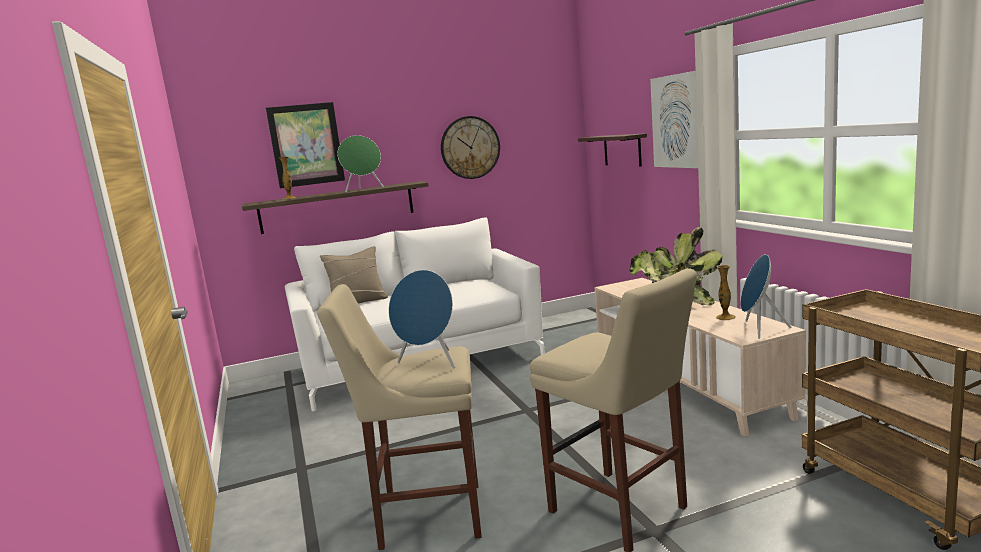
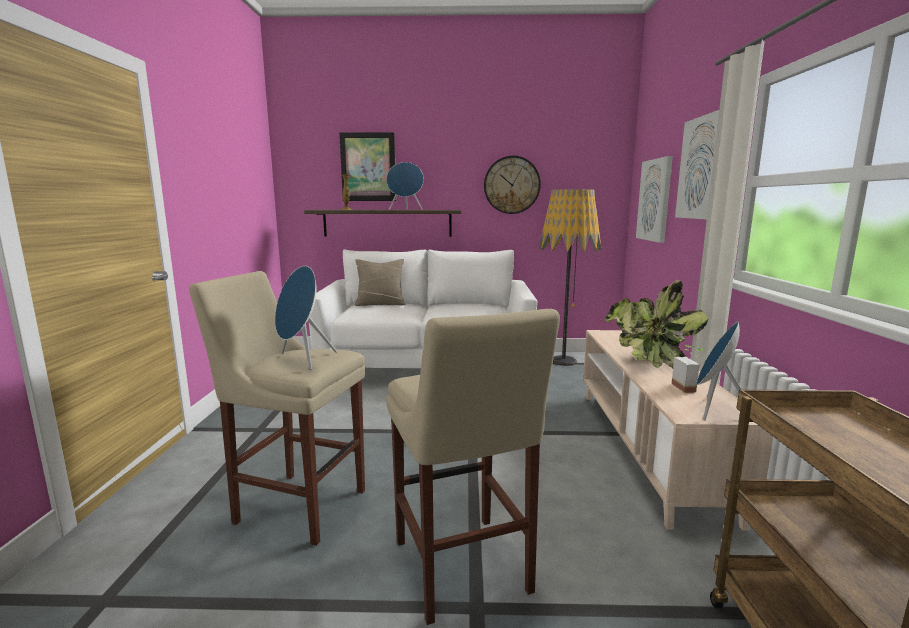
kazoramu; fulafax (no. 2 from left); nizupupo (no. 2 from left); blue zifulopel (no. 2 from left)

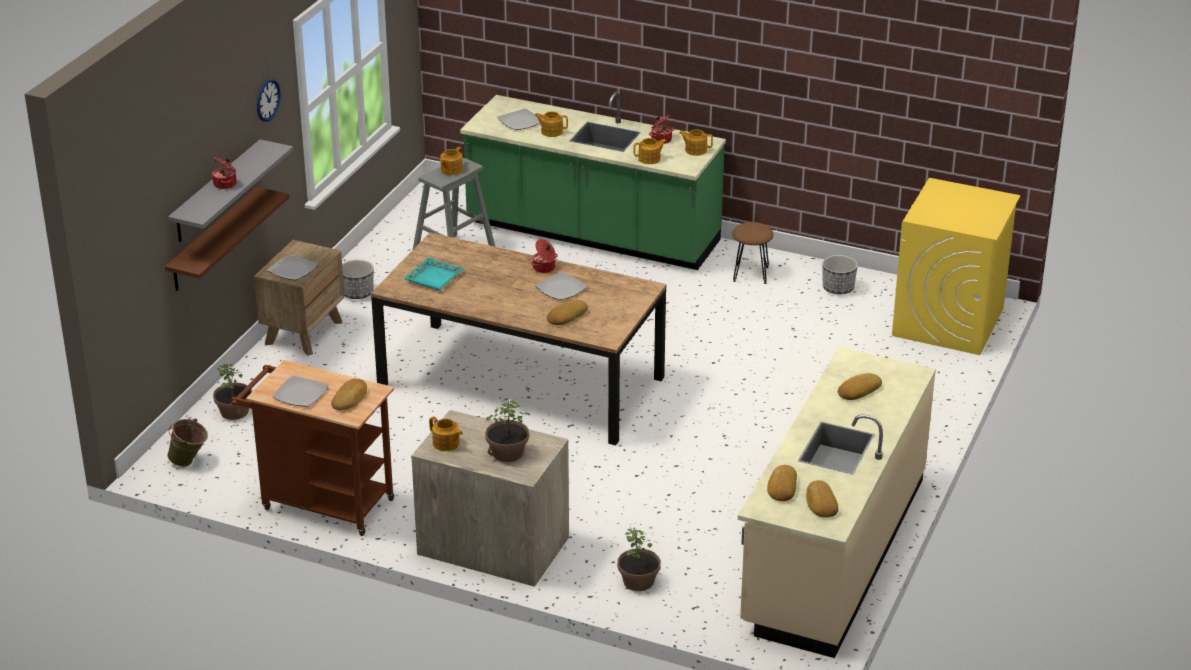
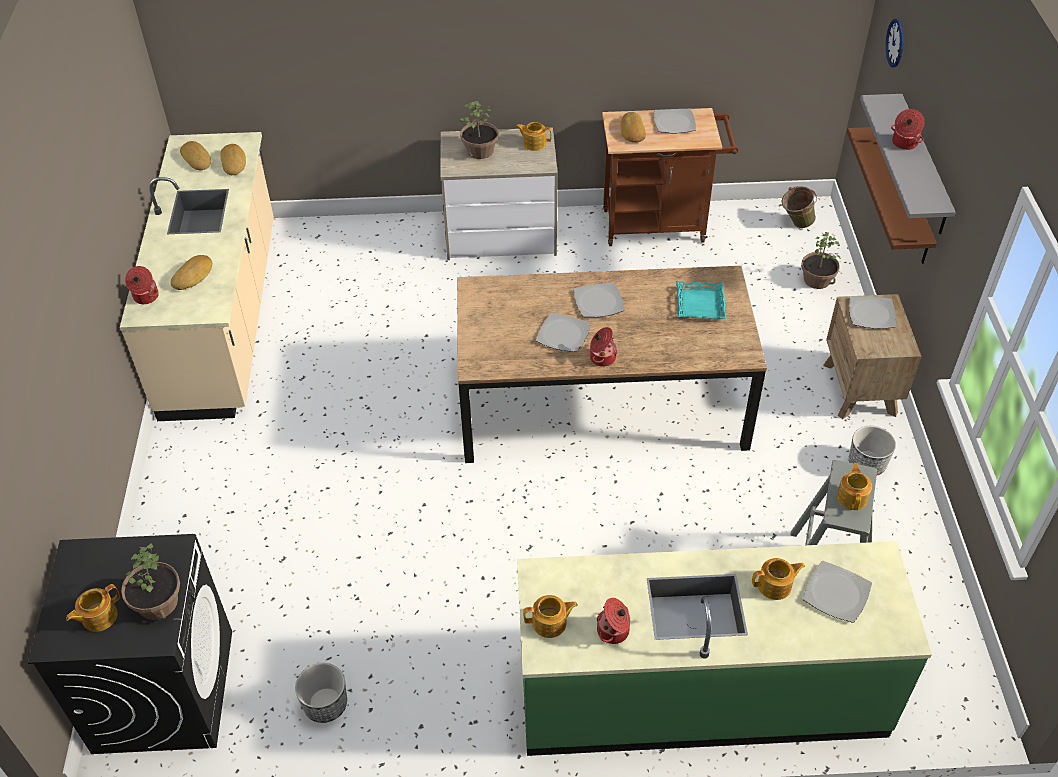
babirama (no. 2 from left in the first image); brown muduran; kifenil (no. 1 from left); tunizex (no. 2 from left); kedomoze; nizupupo (no. 1 from left); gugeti (no. 1 from left); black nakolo

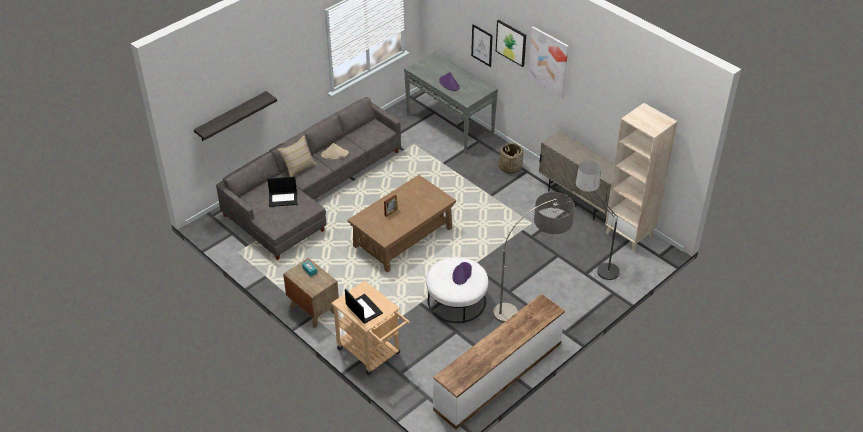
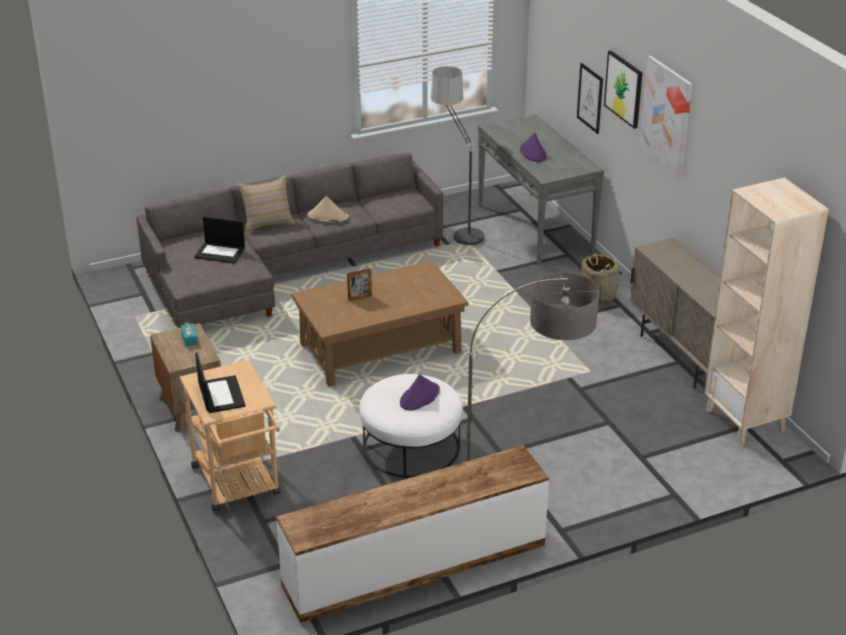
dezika; kazoramu (no. 1 from left)

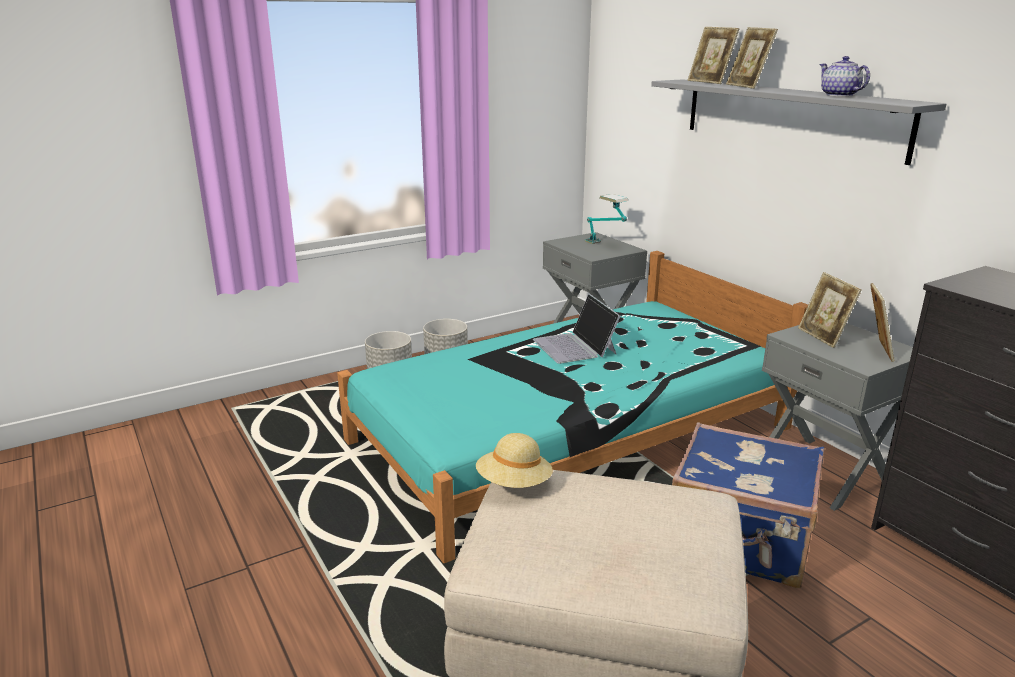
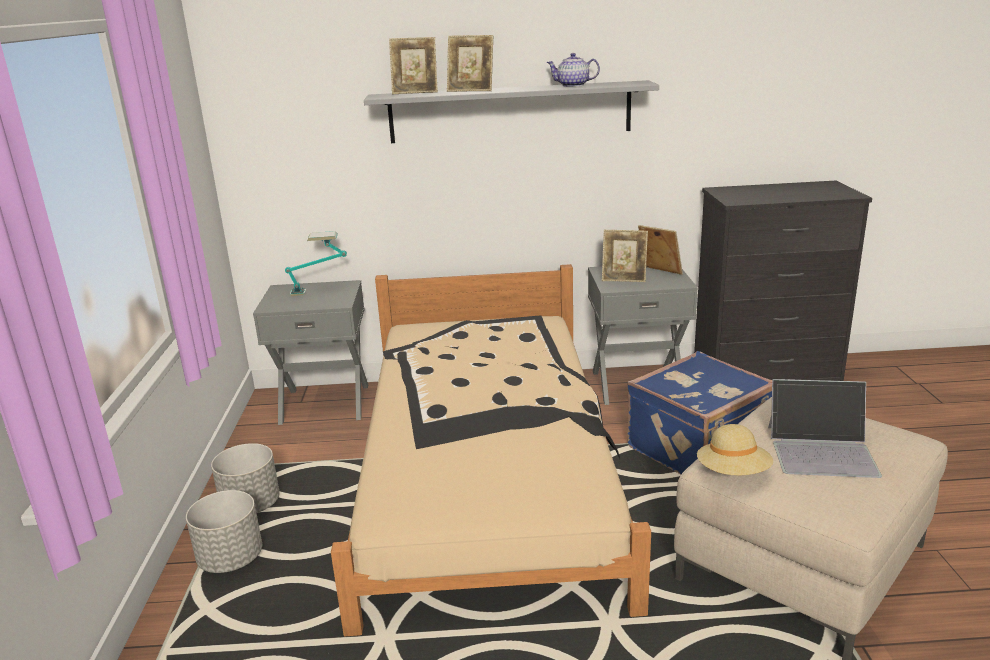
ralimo; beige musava

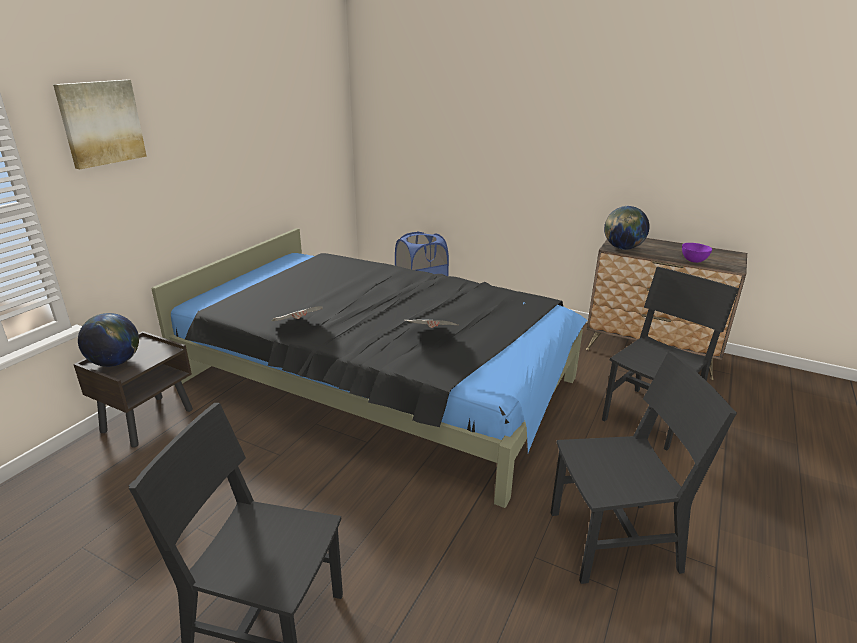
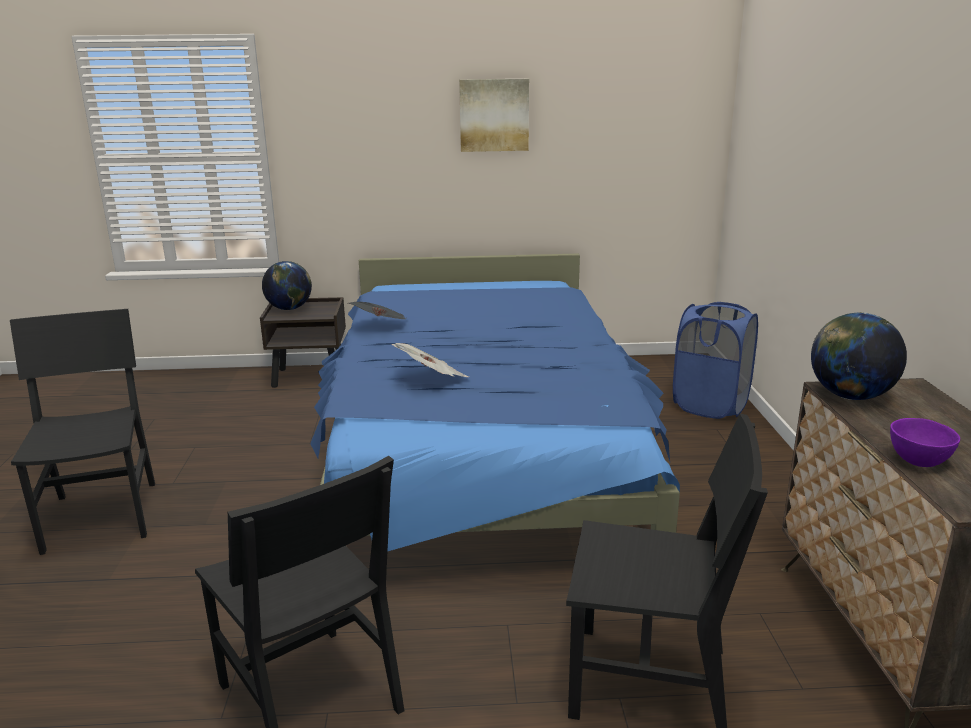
fulafax; blue musava

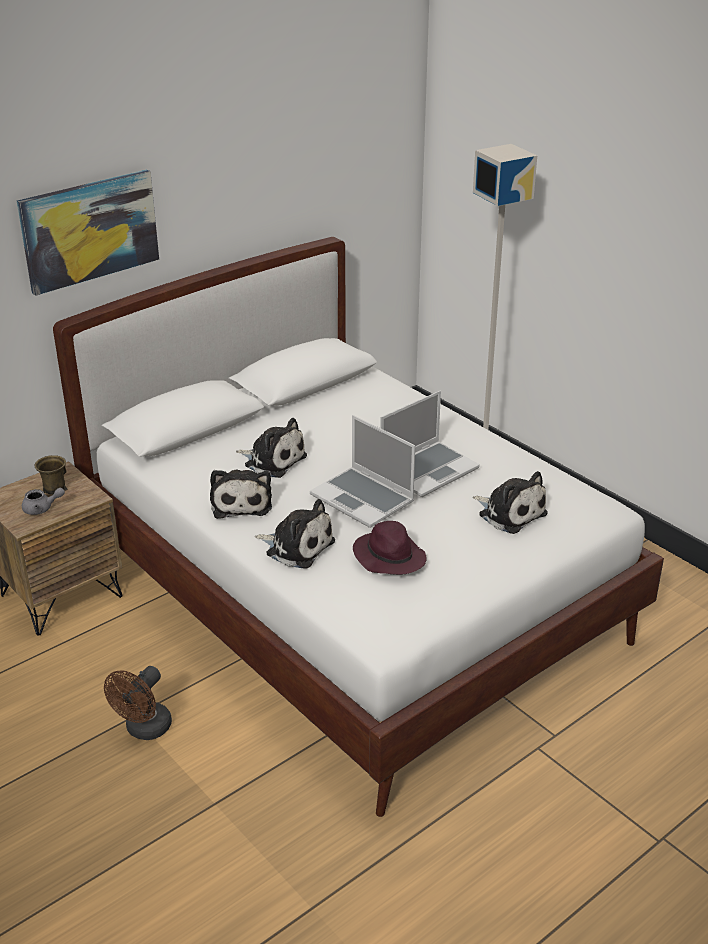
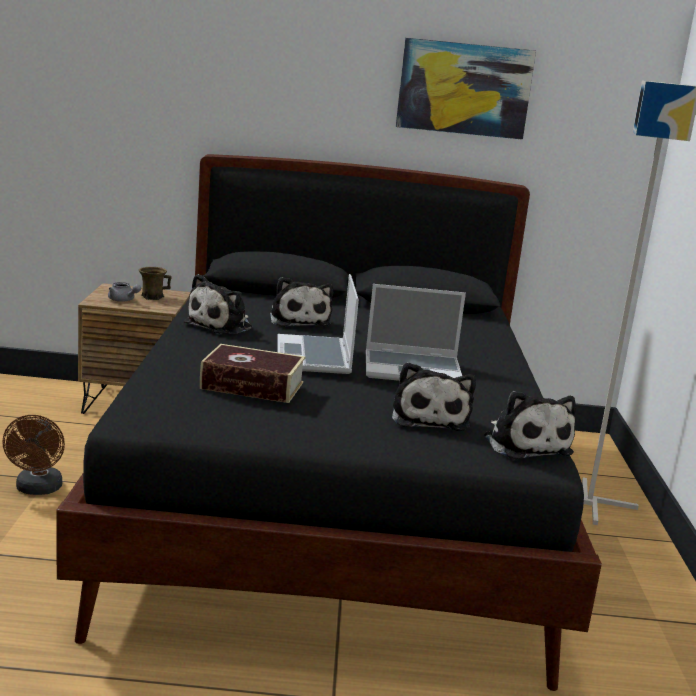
fulafax; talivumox (no. 4 from left); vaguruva; black musava; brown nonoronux

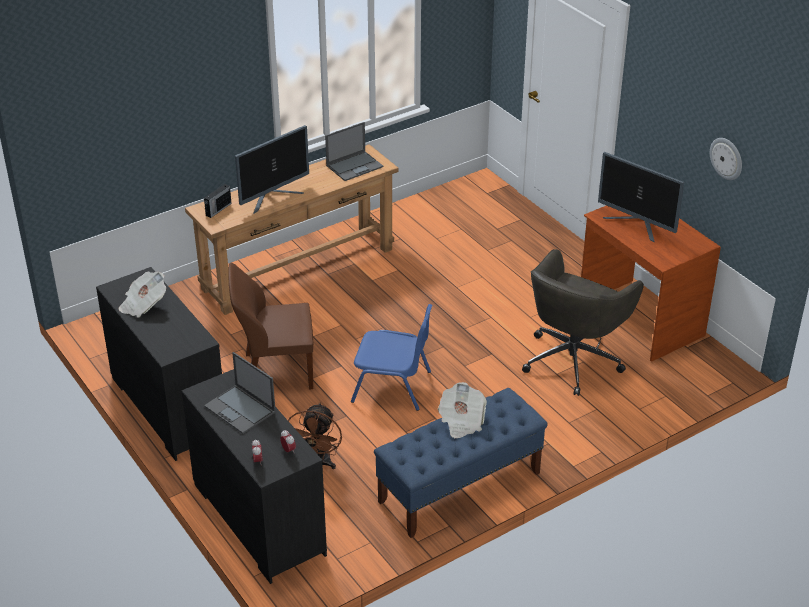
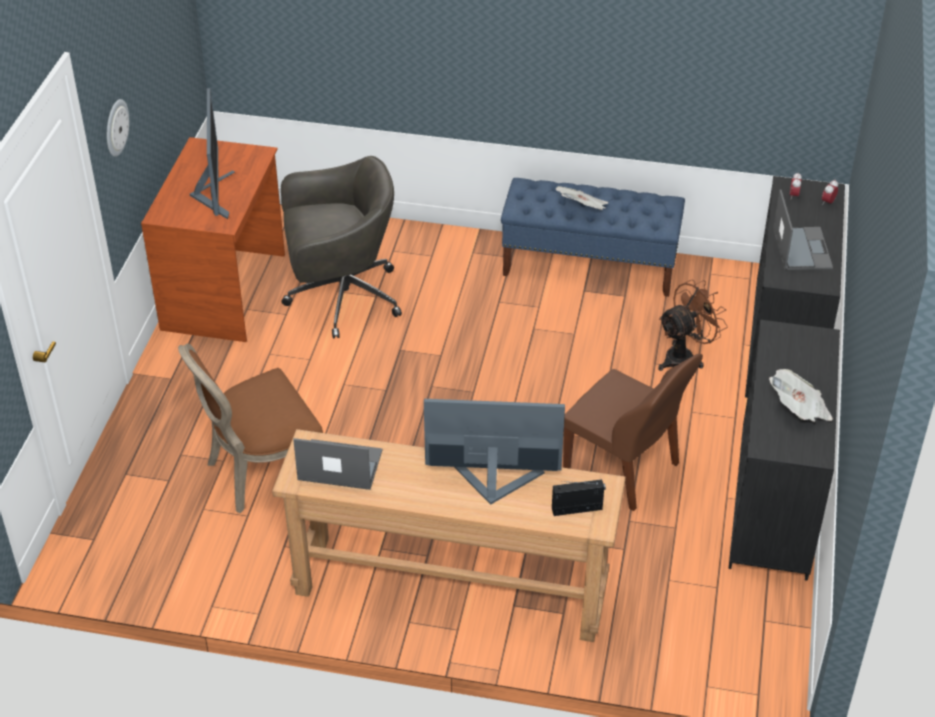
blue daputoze; brown daputoze (no. 1 from left); kedomoze

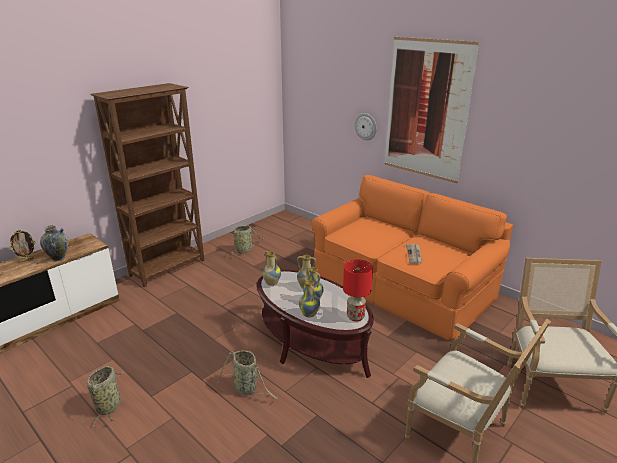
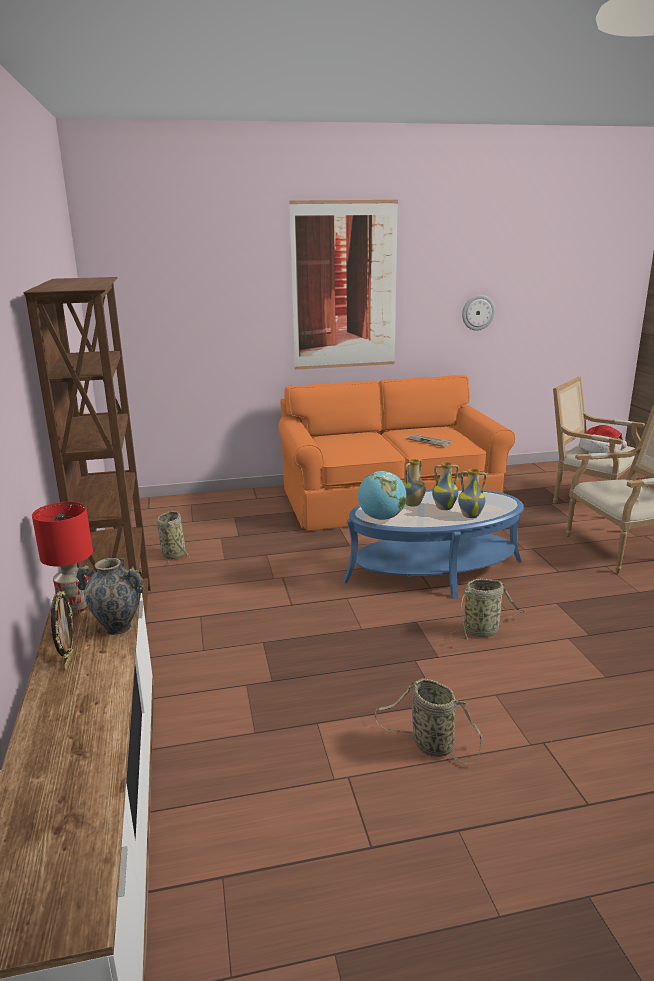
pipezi; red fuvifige; kedomoze; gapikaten; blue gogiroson

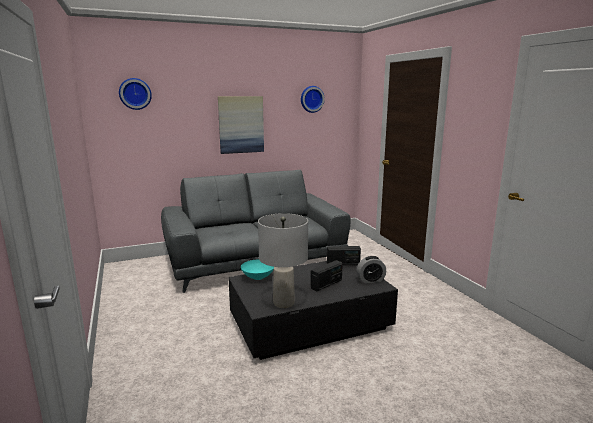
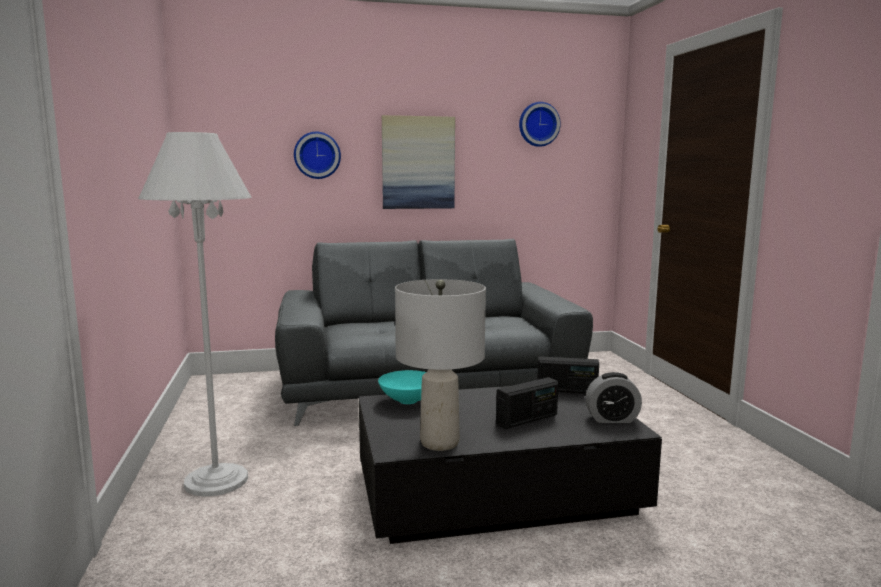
white kazoramu; kedomoze (no. 1 from left)

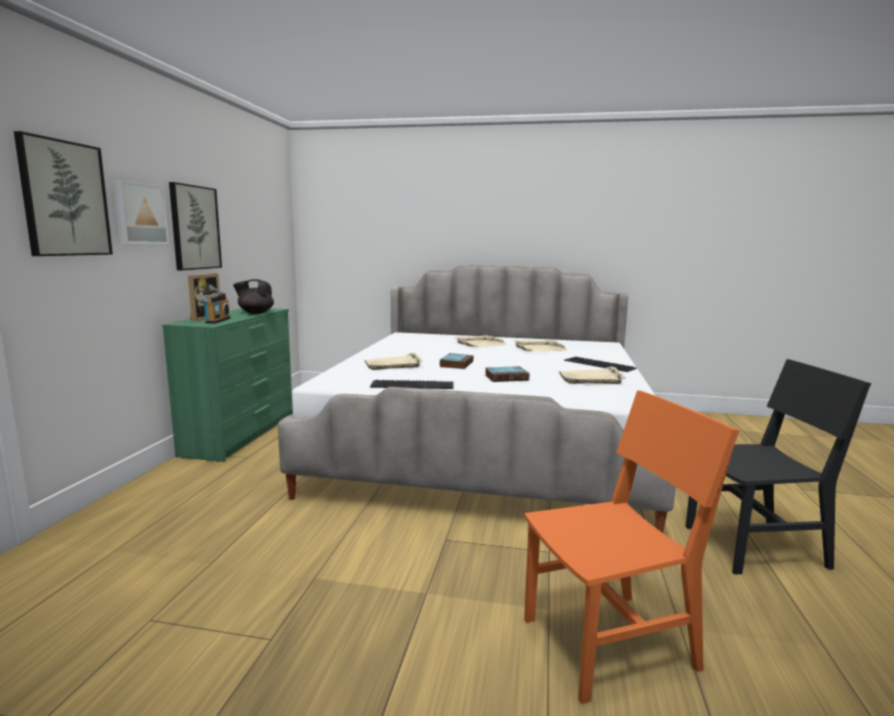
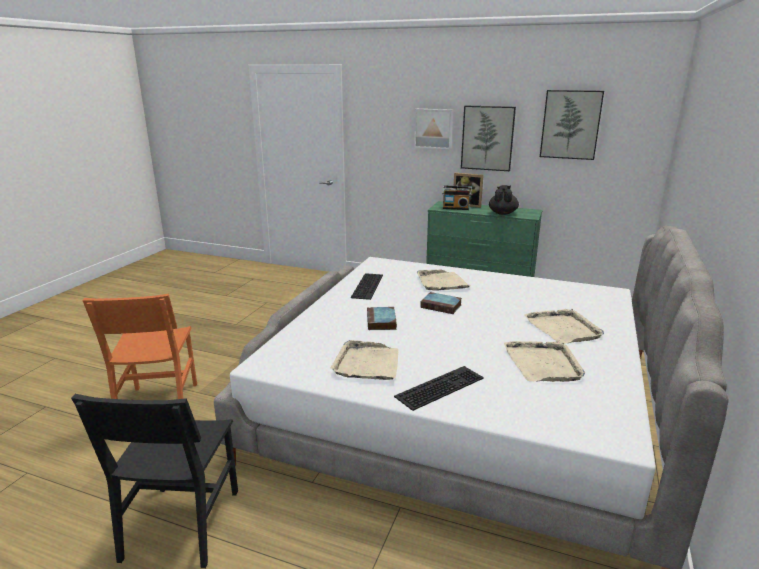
fulafax (no. 3 from left)

